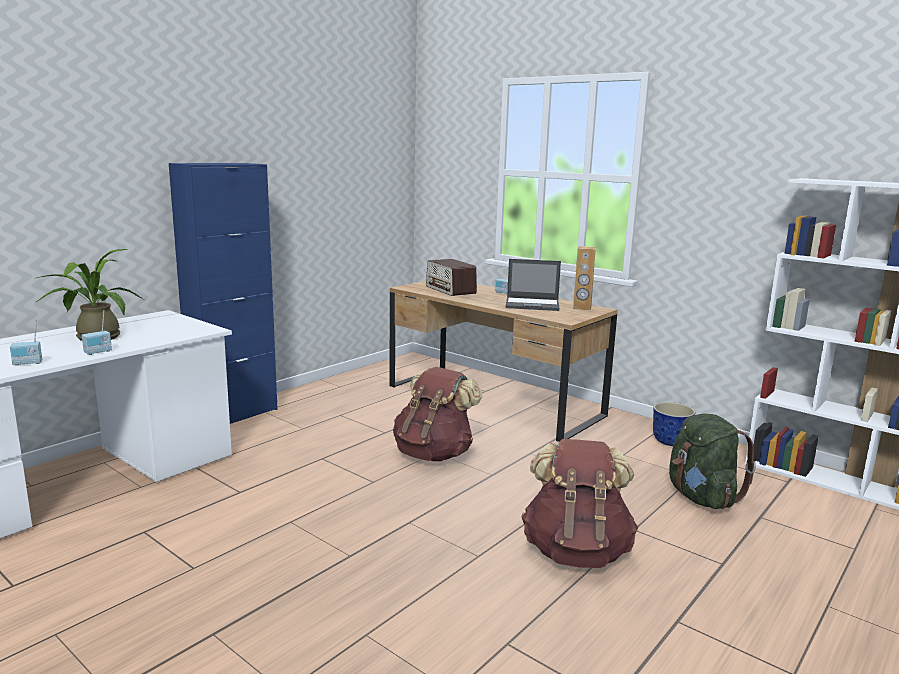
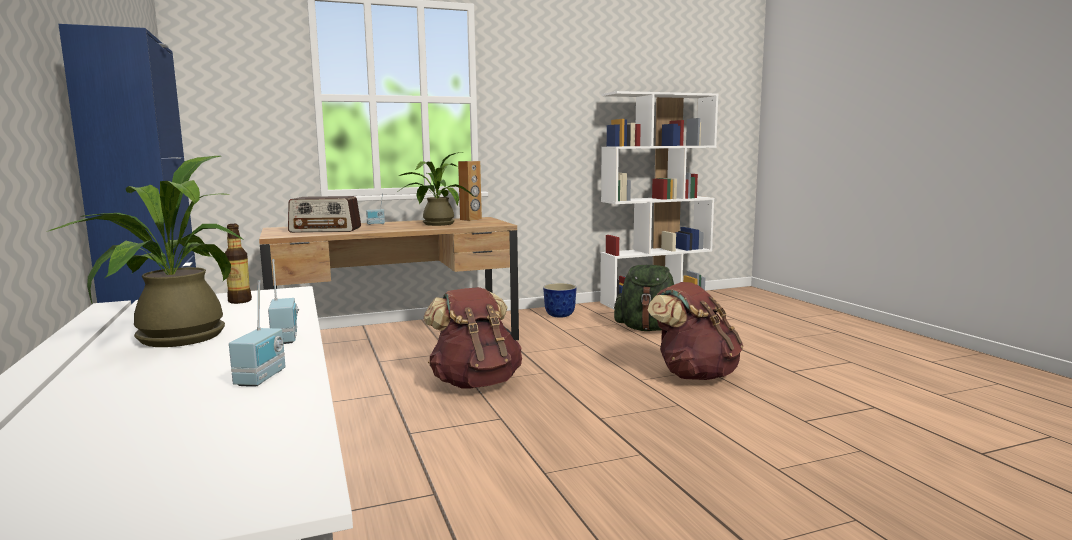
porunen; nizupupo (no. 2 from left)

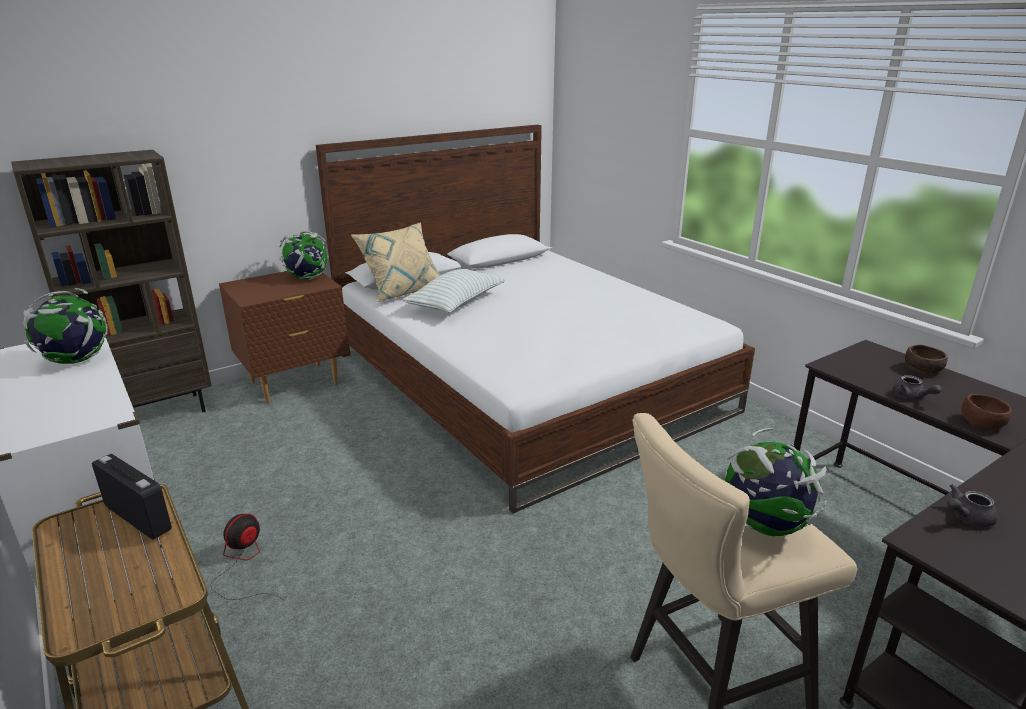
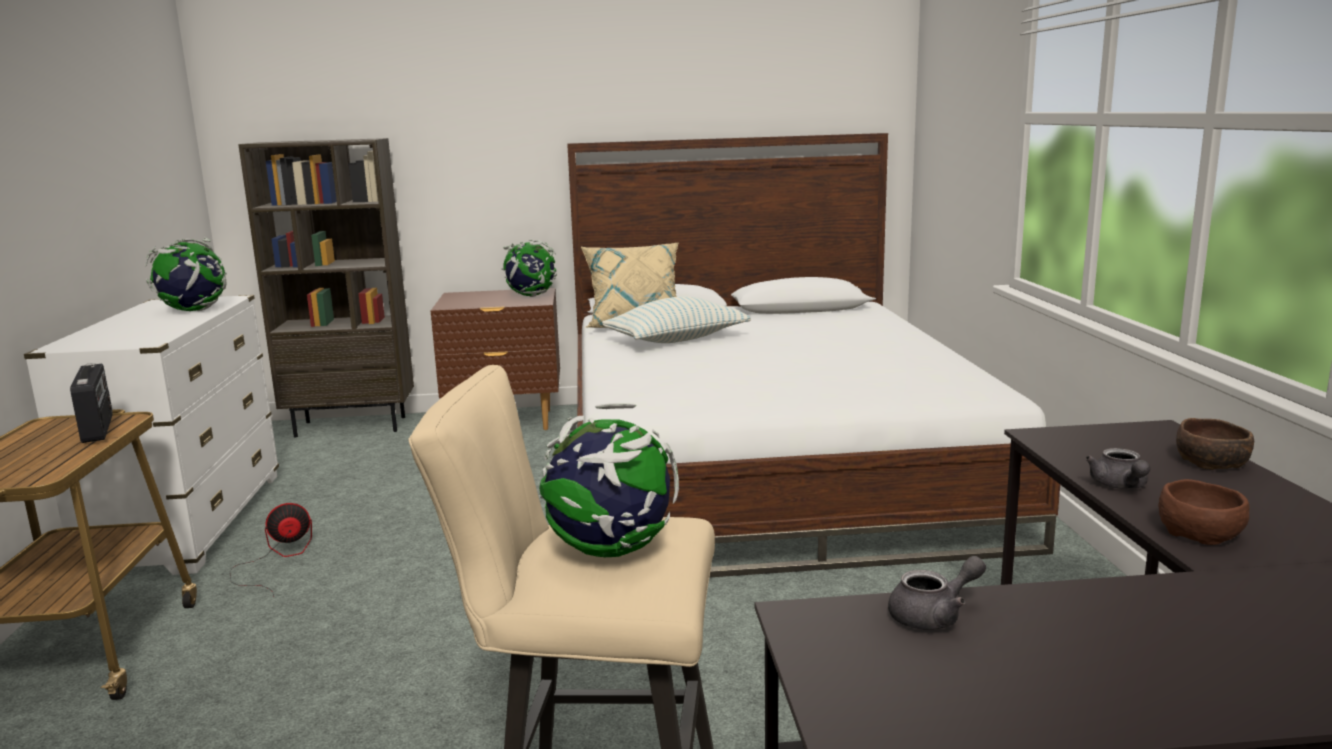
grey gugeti (no. 1 from left)

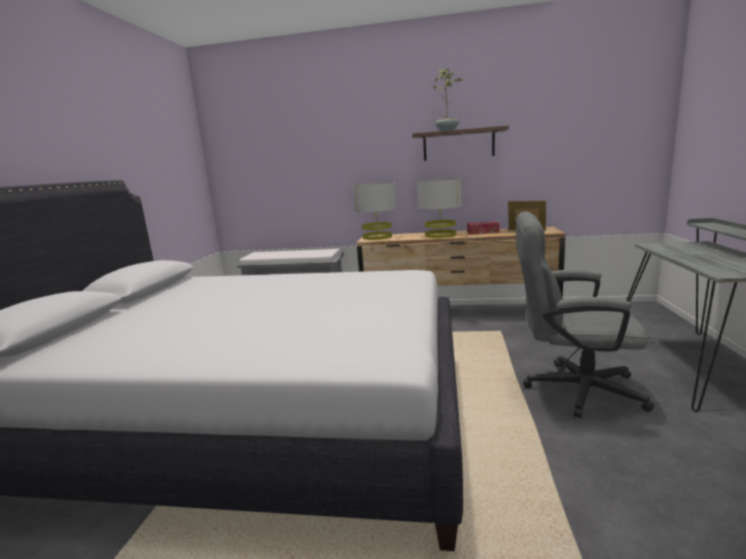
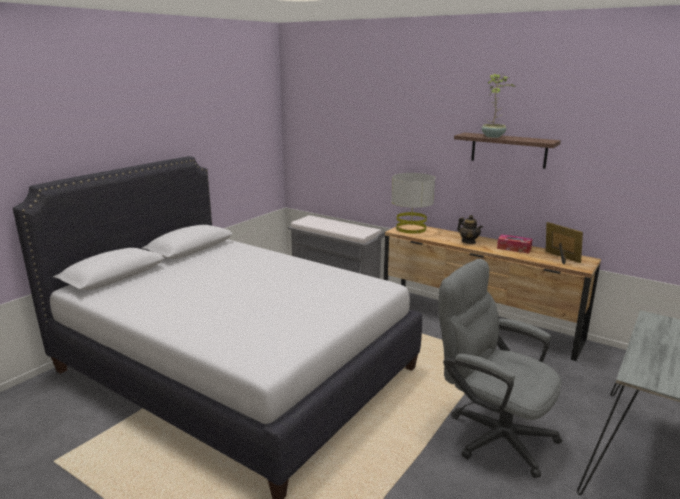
gugeti

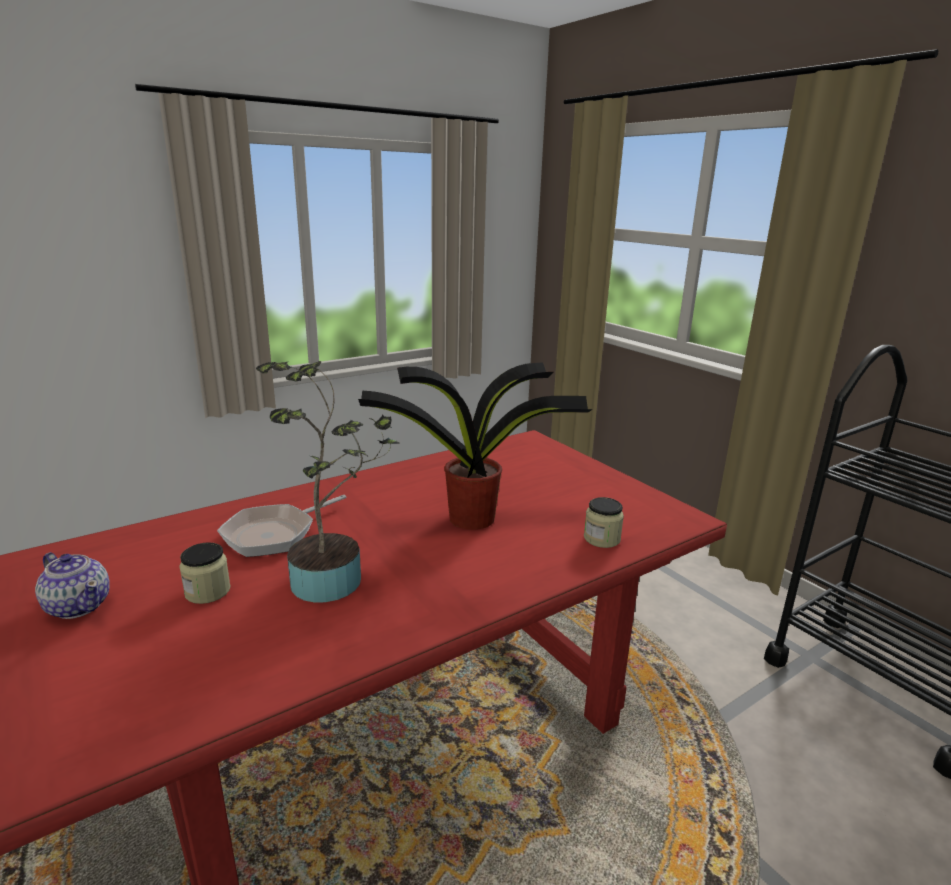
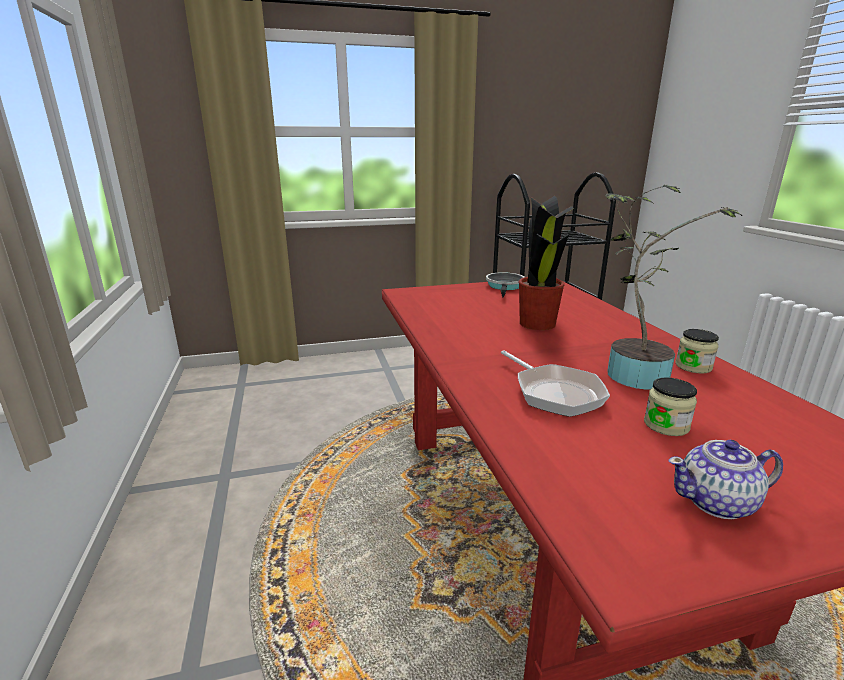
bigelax (no. 1 from left); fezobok (no. 2 from left); gugeti

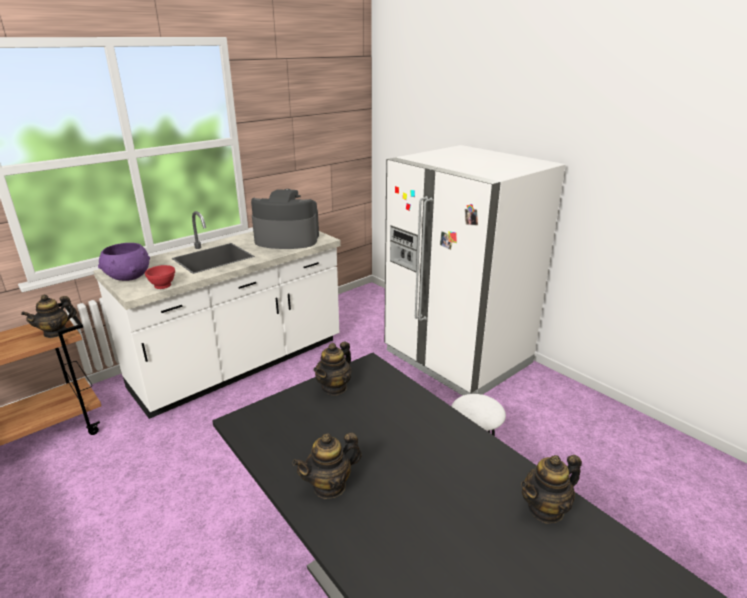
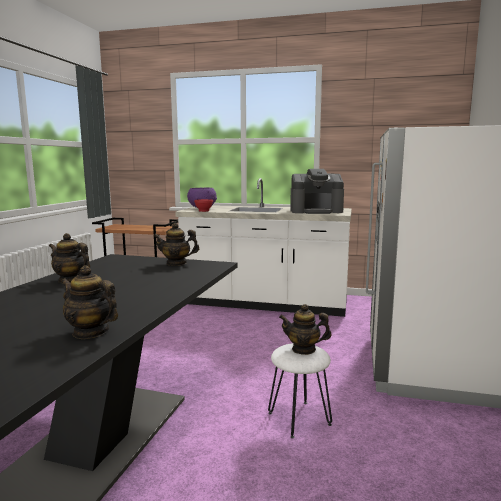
gugeti (no. 4 from left); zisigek

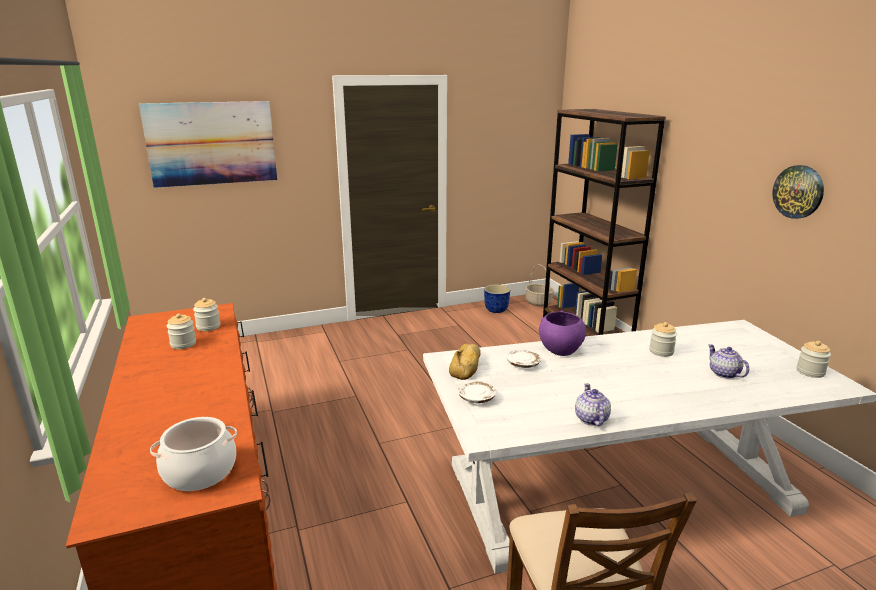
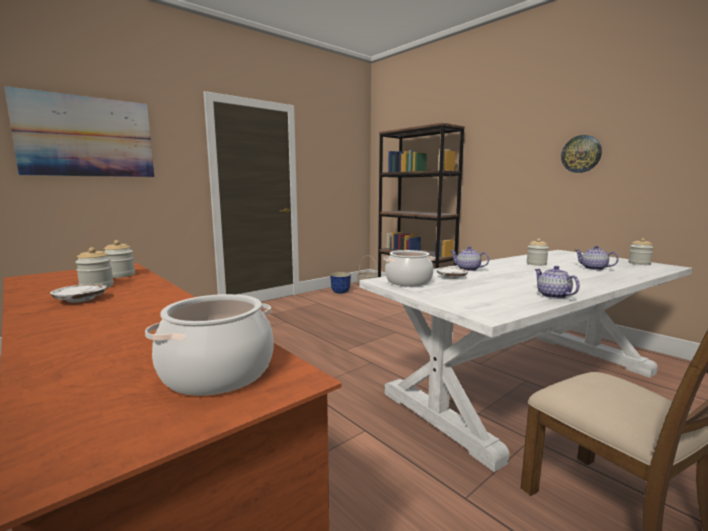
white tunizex (no. 1 from left); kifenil (no. 2 from left); gugeti (no. 1 from left)

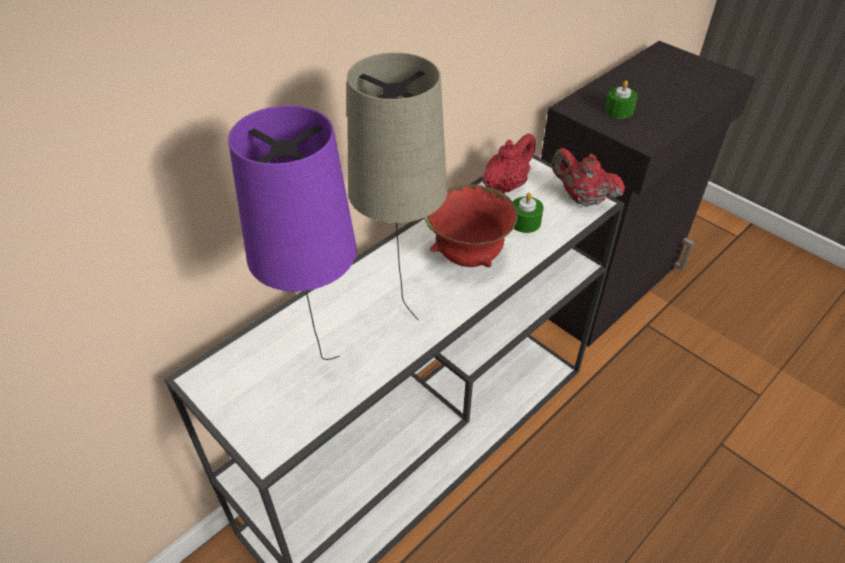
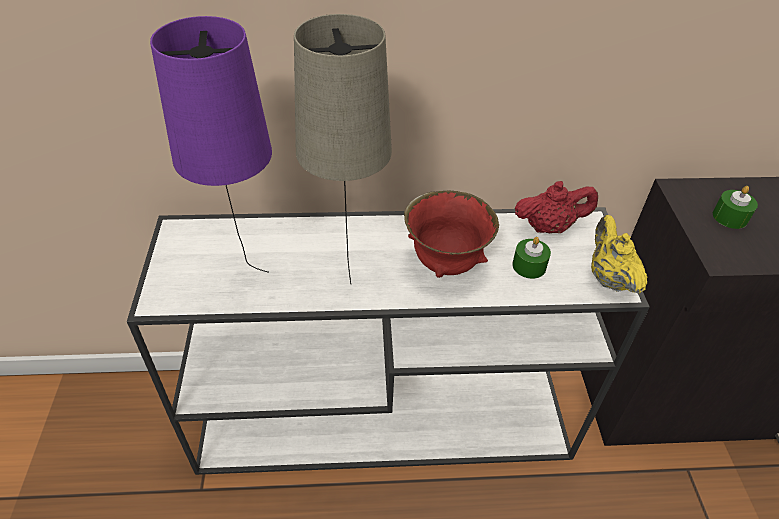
yellow gugeti

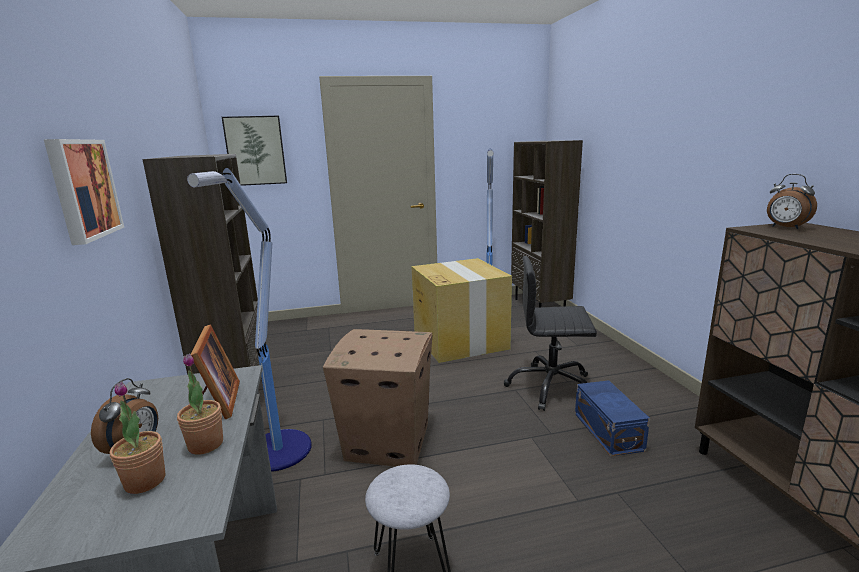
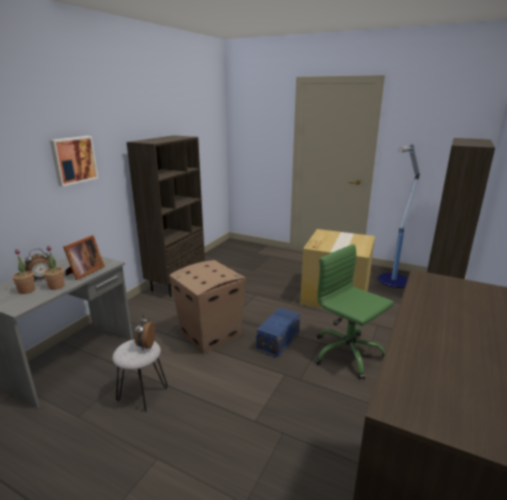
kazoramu (no. 1 from left in the first image); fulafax (no. 2 from left in the first image); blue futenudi; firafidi (no. 2 from left); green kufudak

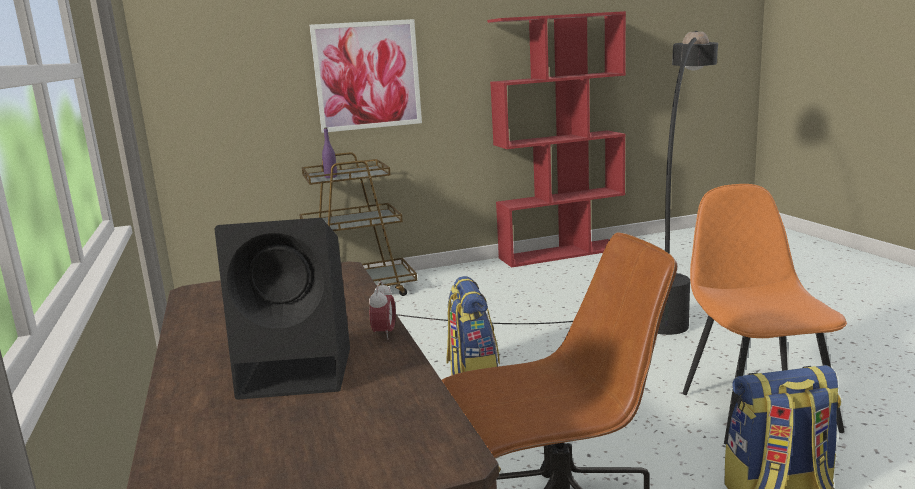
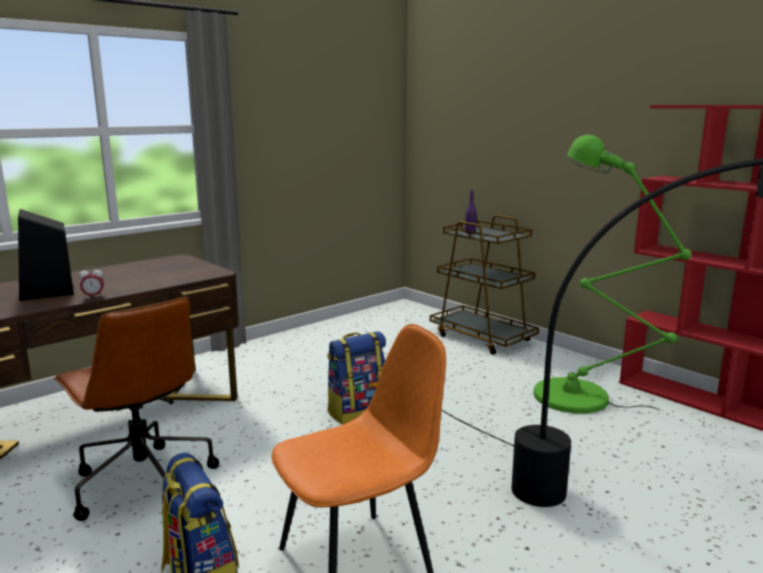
fulafax; green kazoramu

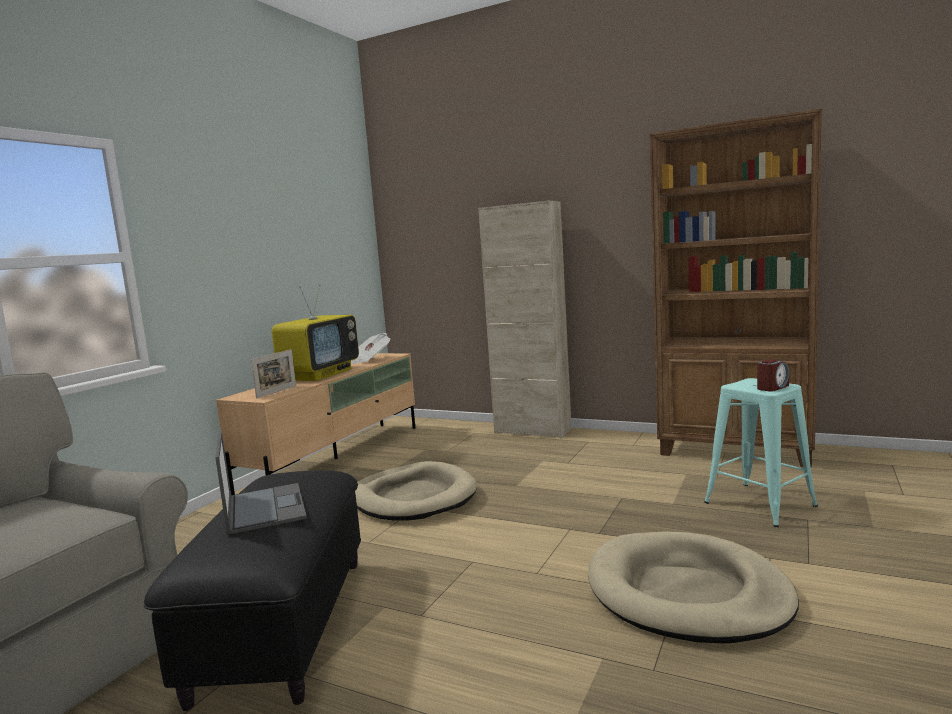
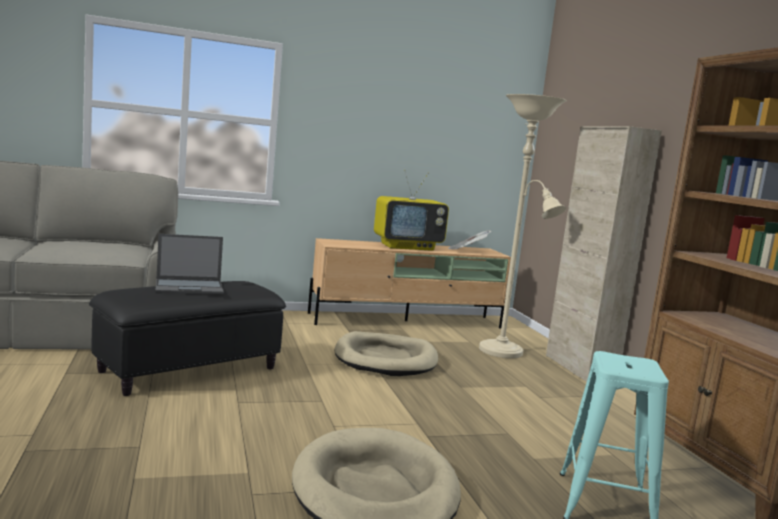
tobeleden; firafidi; beige kazoramu; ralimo

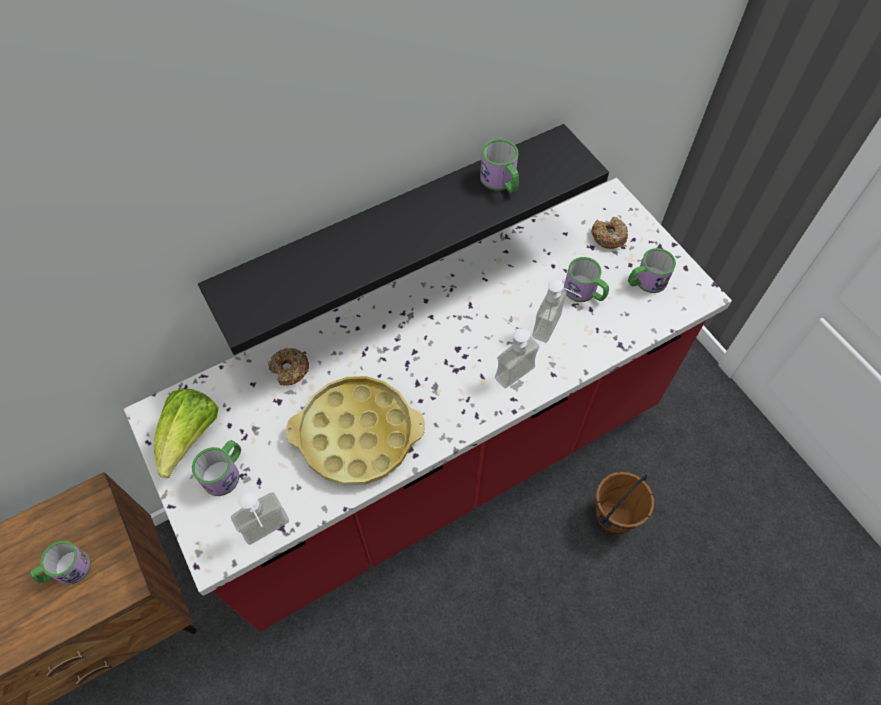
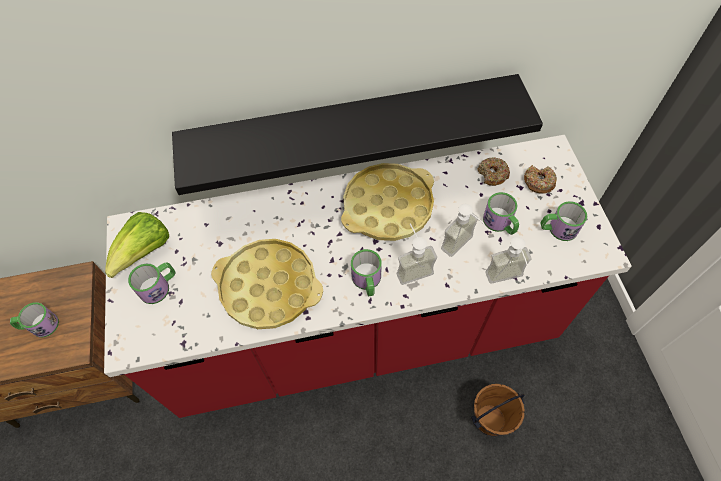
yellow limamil (no. 2 from left); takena (no. 3 from left); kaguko (no. 1 from left); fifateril (no. 3 from left)

